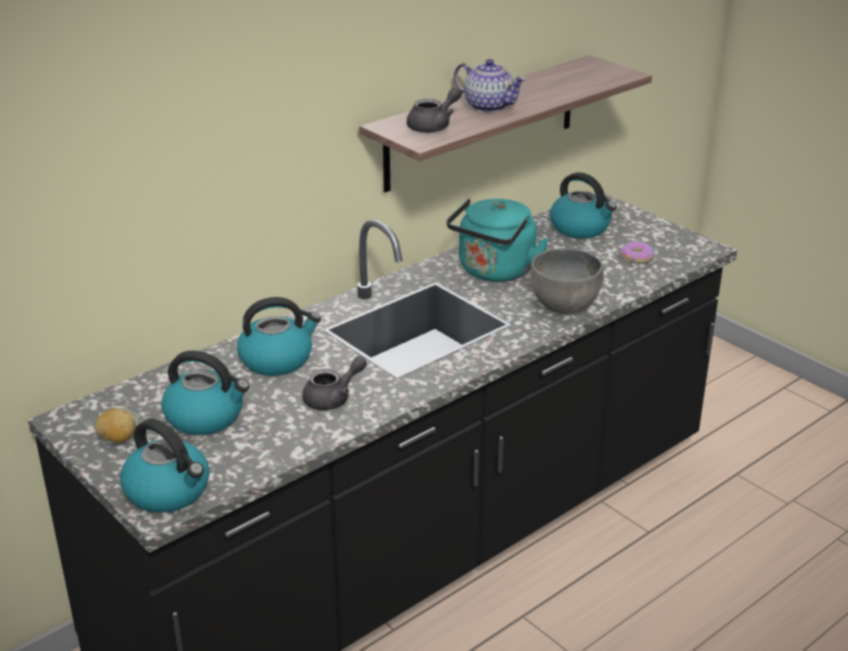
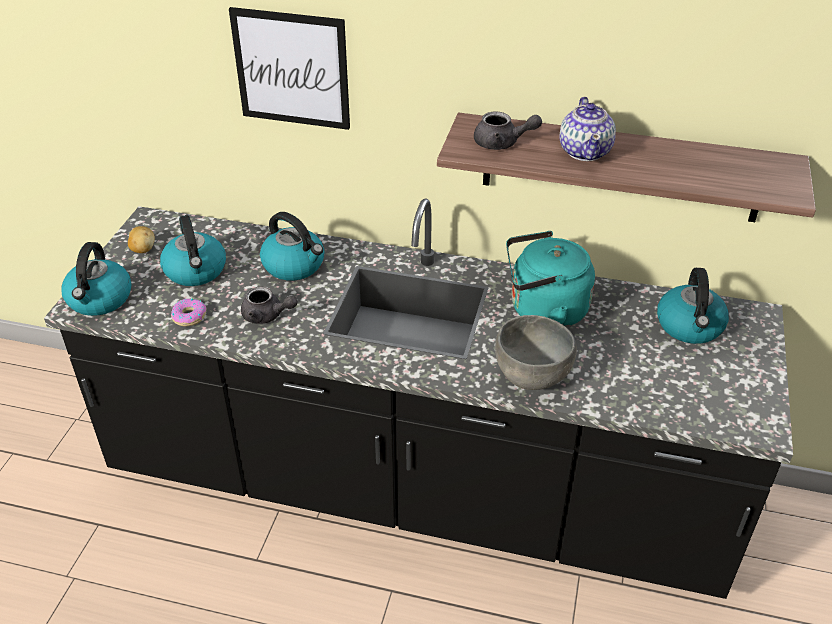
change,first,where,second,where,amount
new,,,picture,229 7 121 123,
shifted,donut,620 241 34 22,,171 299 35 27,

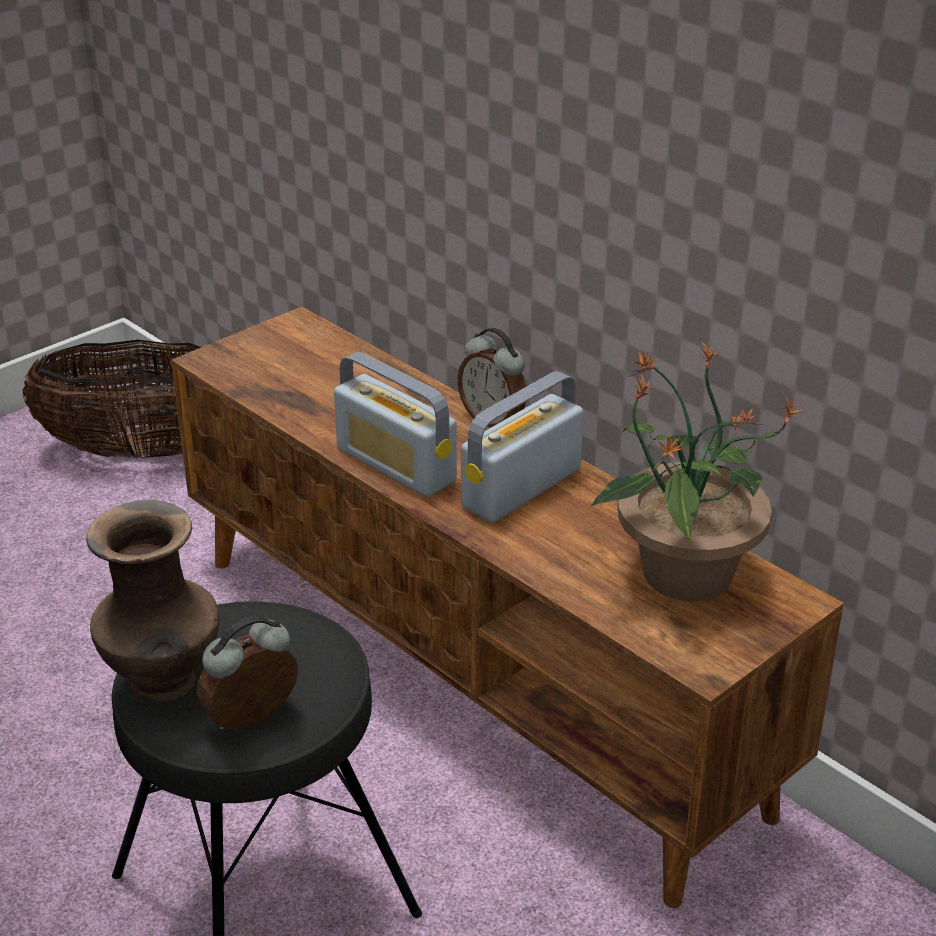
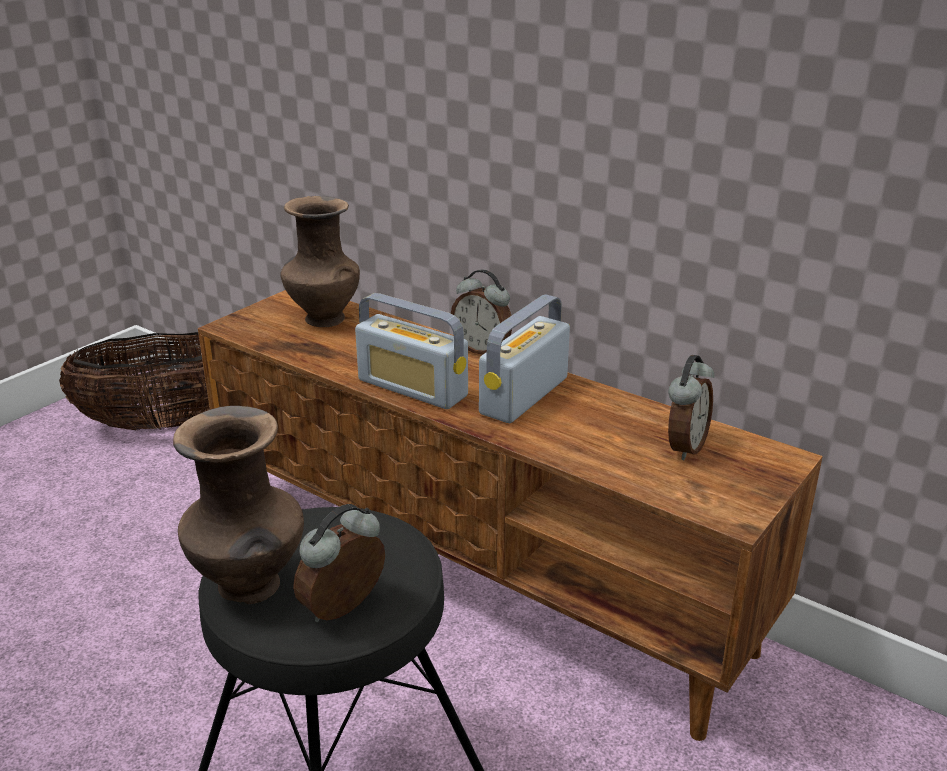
change,first,where,second,where,amount
new,,,brown vase,281 196 79 131,
swapped,potted plant,590 342 213 259,alarm clock,668 355 47 105,

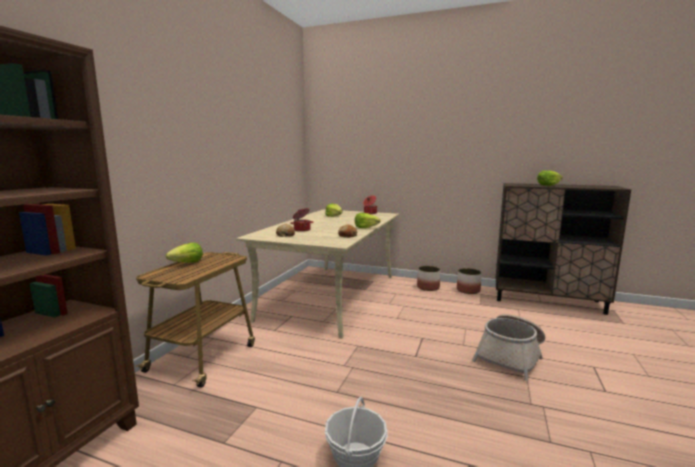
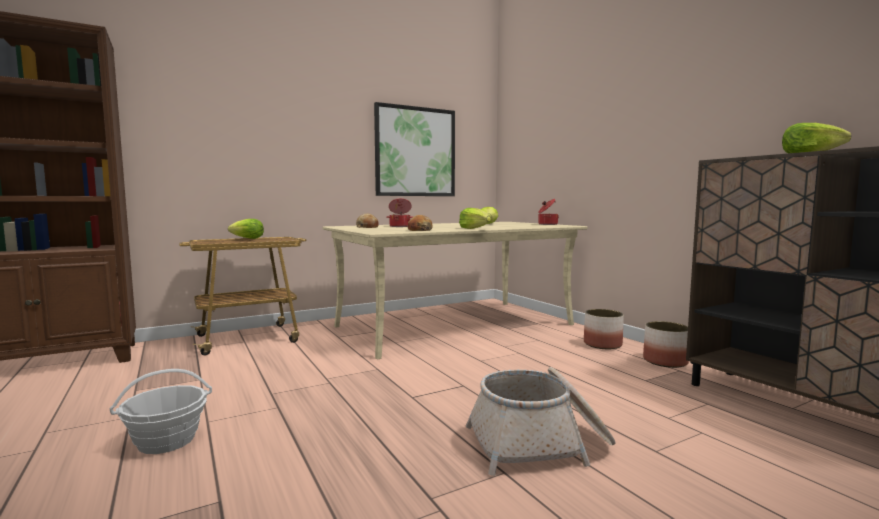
change,first,where,second,where,amount
new,,,picture,374 102 81 94,

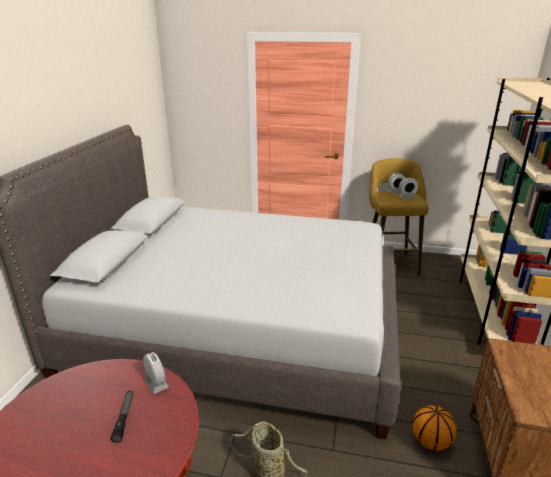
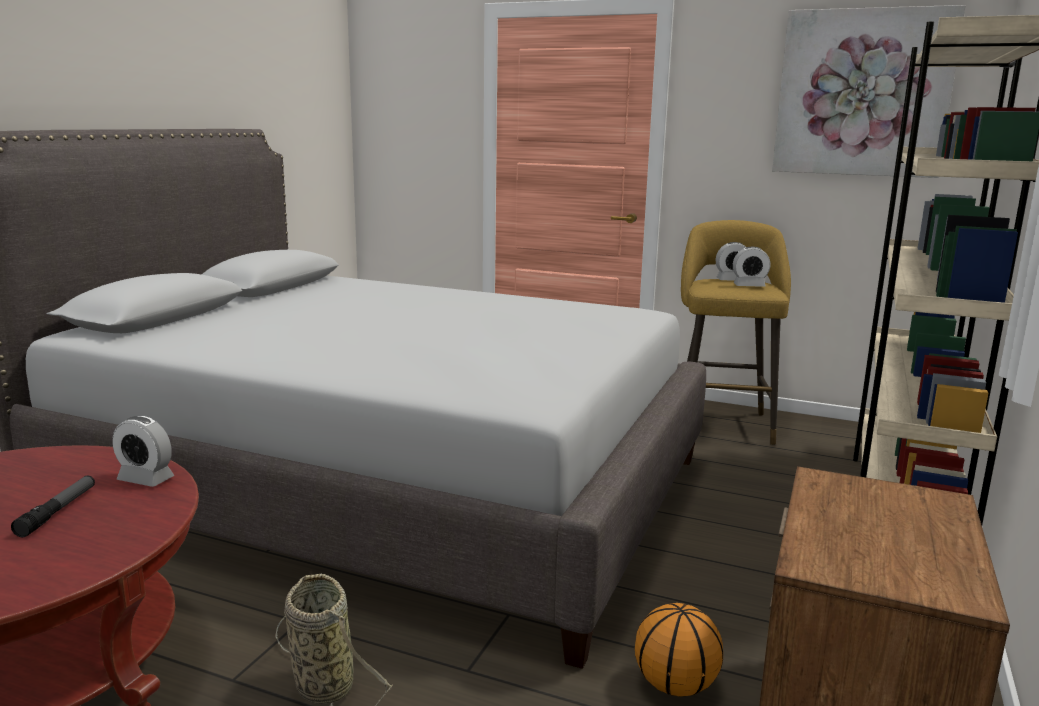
change,first,where,second,where,amount
new,,,picture,772 5 194 173,
rotated,alarm clock,143 352 26 42,,113 416 61 71,135 degrees clockwise

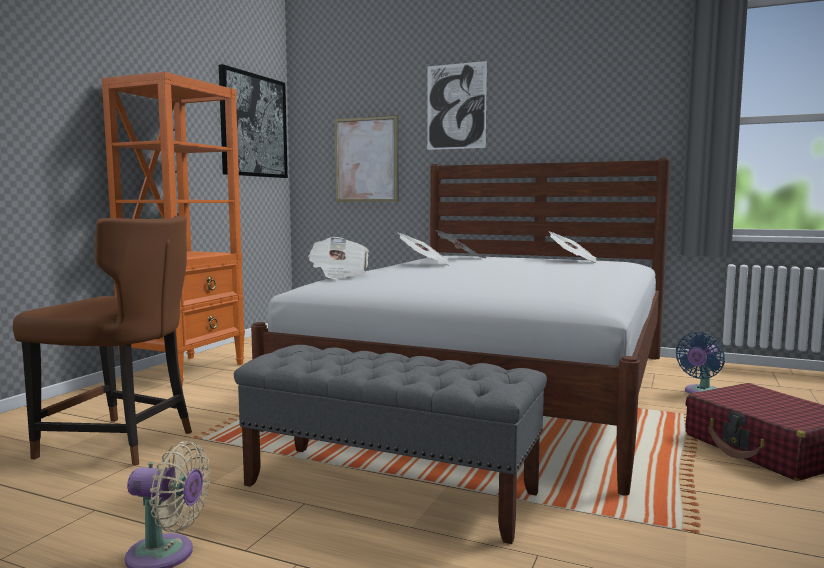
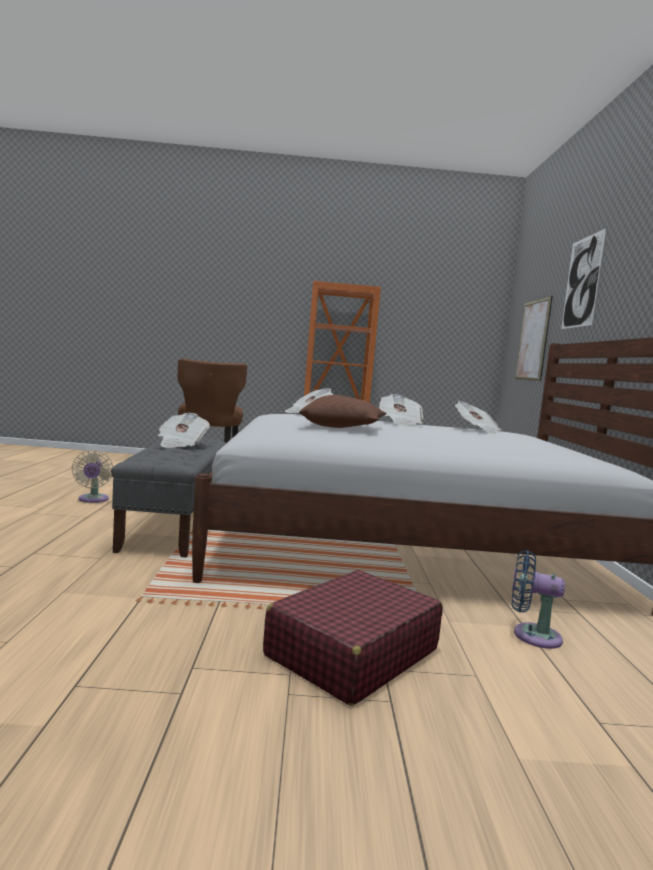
change,first,where,second,where,amount
gone,picture,219 64 69 114,,,
new,,,brown pillow,299 395 88 33,
shifted,newspaper,548 231 49 32,,158 413 52 35,

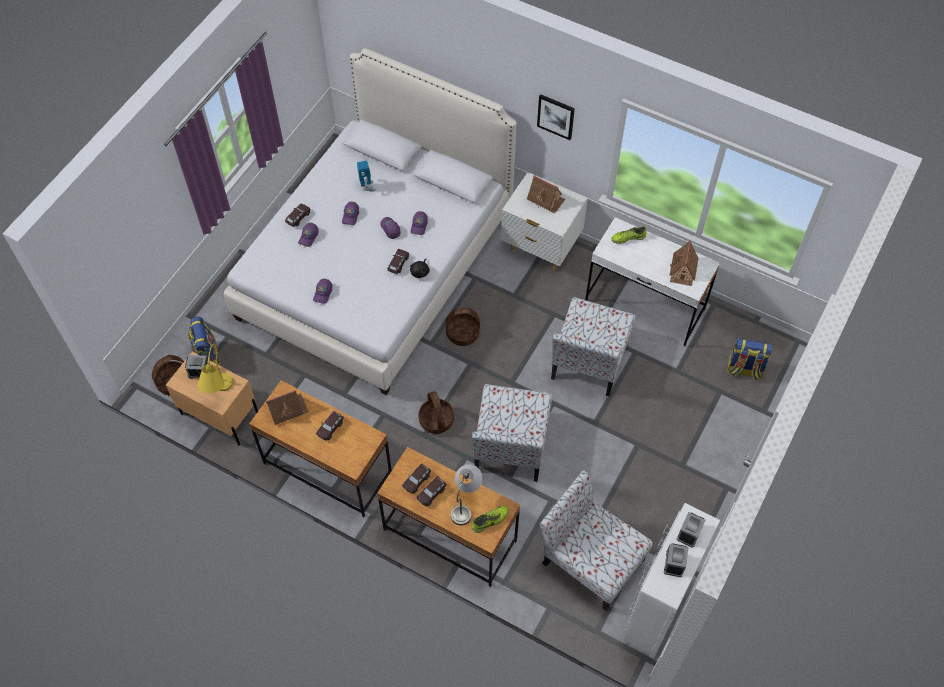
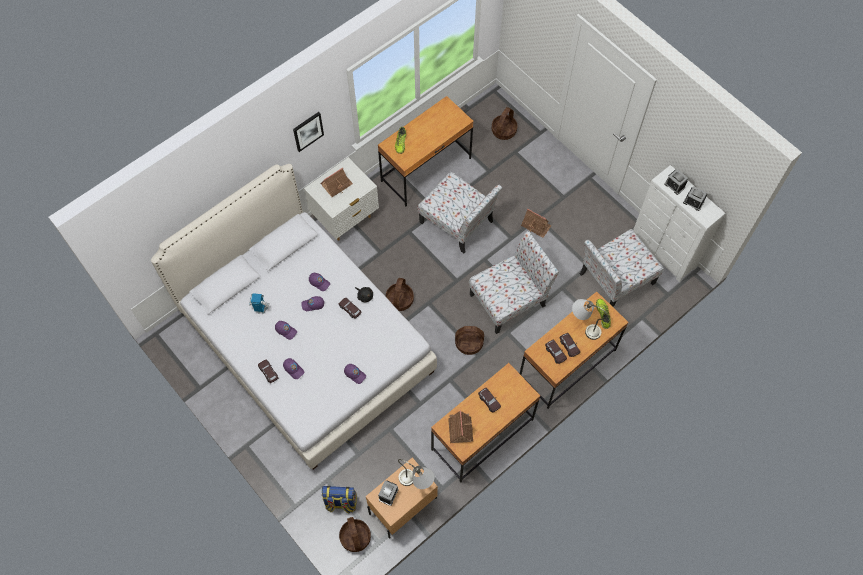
change,first,where,second,where,amount
shifted,toy house,669 240 29 46,,521 208 30 30,
swapped,backpack,727 338 46 43,basket,492 107 25 33,
repainted,yellow table lamp,197 344 36 49,grey table lamp,398 459 36 30,
repainted,white desk,585 217 135 129,brown desk,378 96 96 110,
rotated,chair,472 384 80 98,,469 231 90 103,60 degrees counterclockwise

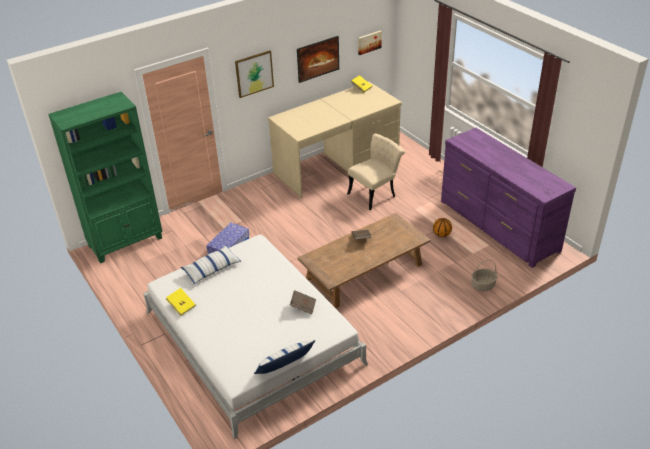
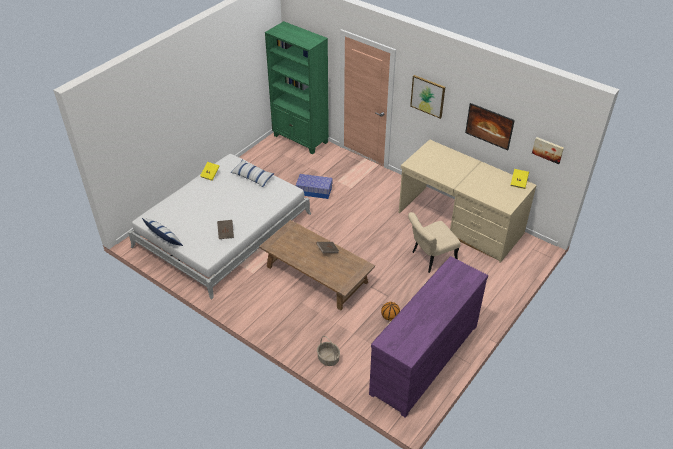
change,first,where,second,where,amount
rotated,beige chair,347 133 58 77,,408 212 52 61,120 degrees clockwise

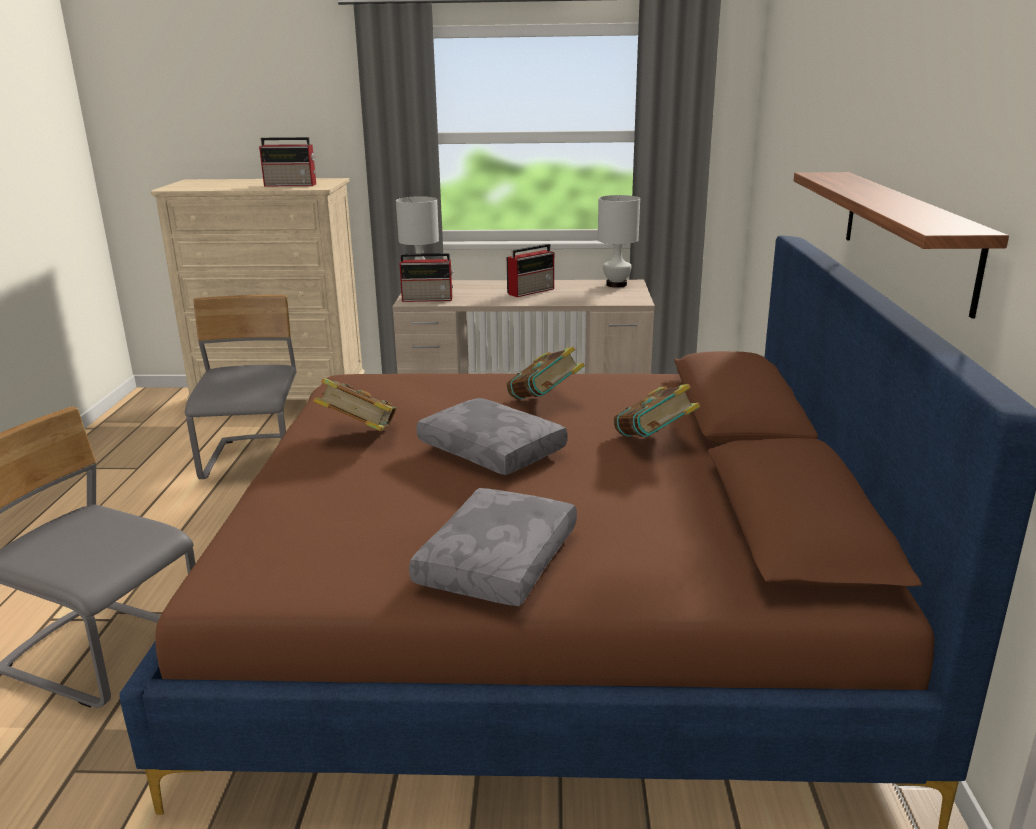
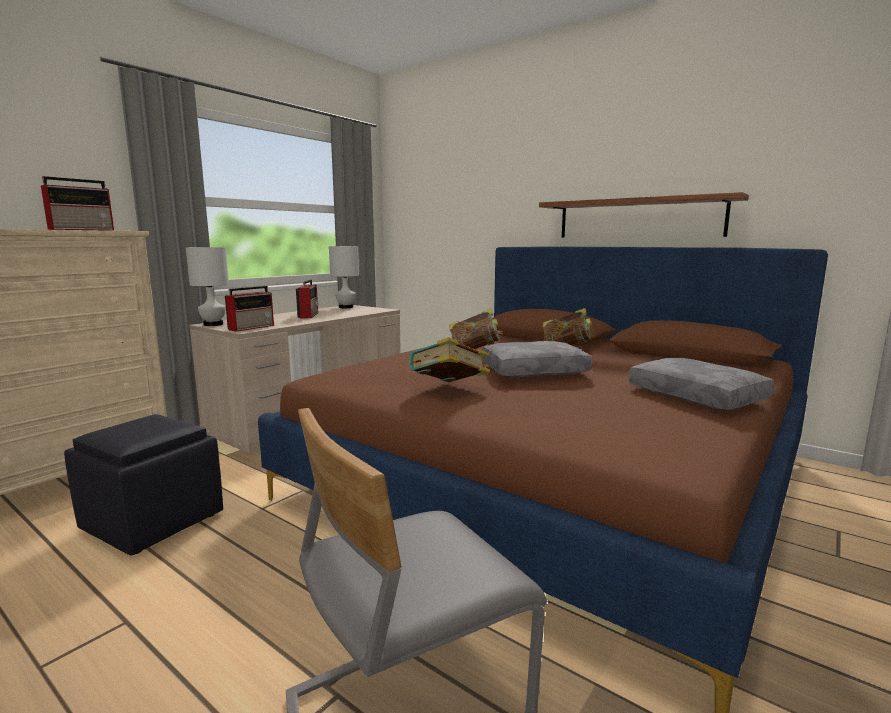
change,first,where,second,where,amount
swapped,grey chair,185 295 111 184,black ottoman,64 414 159 142,

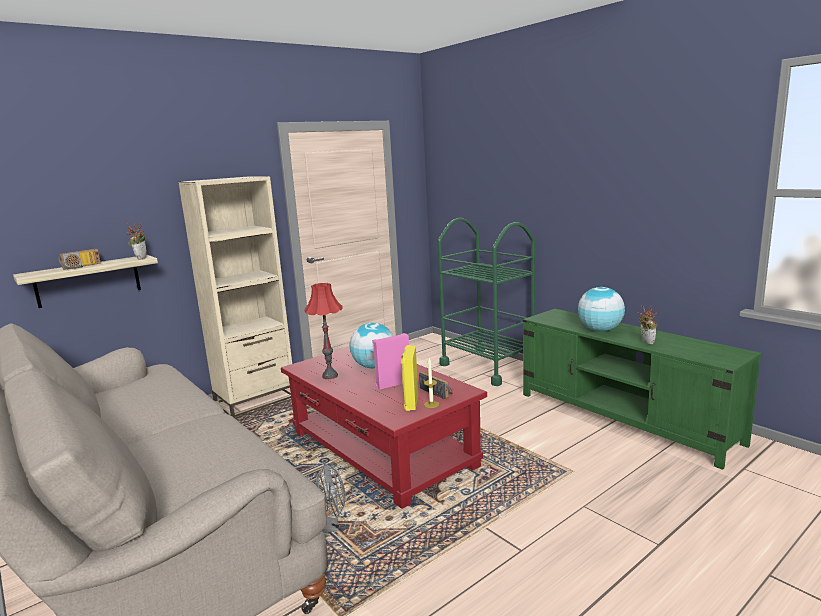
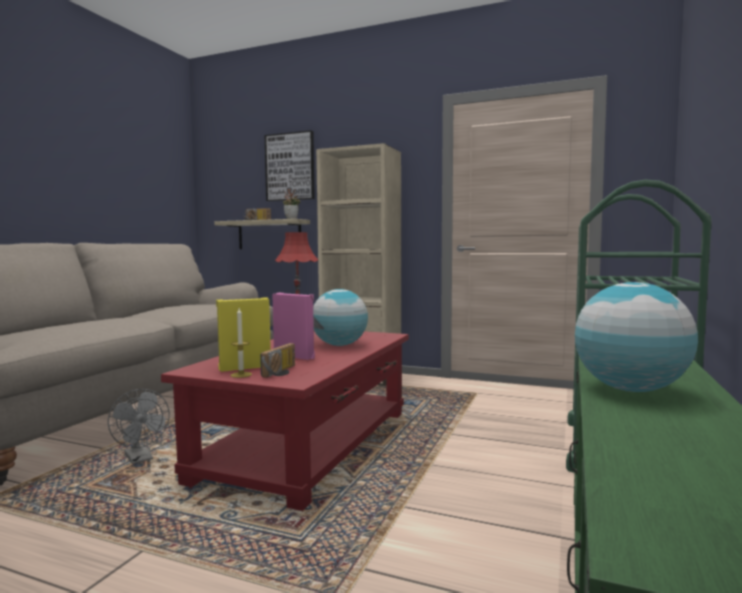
change,first,where,second,where,amount
gone,potted plant,637 306 21 39,,,
new,,,picture,265 130 50 71,

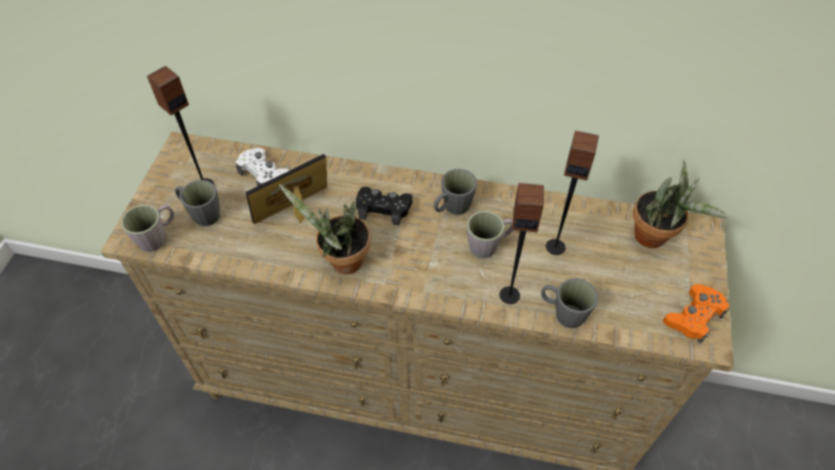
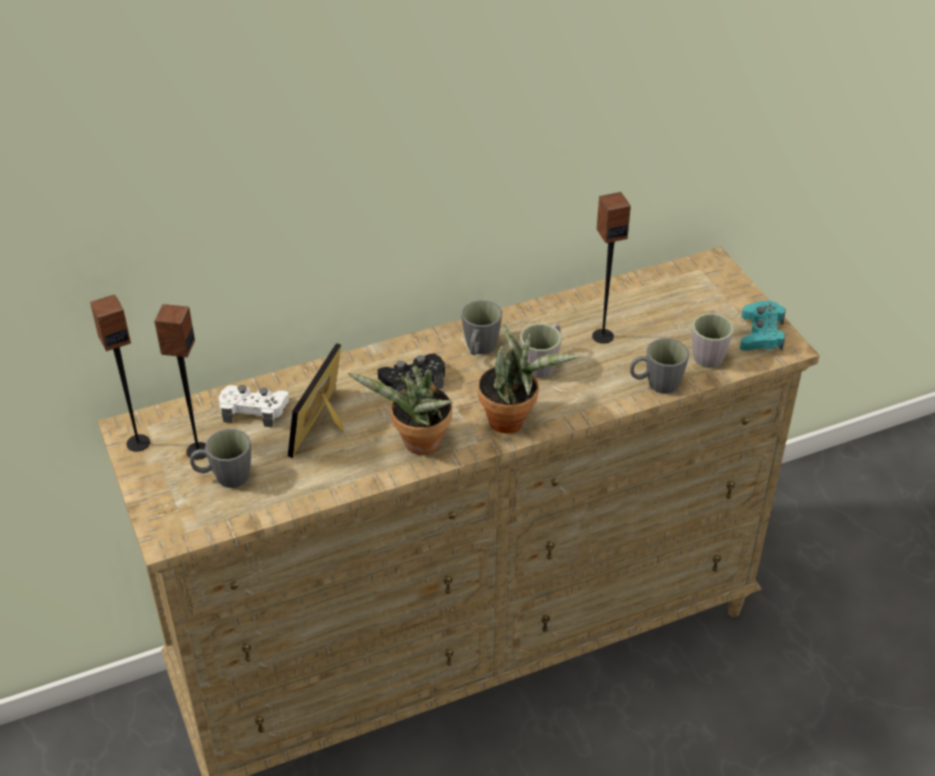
change,first,where,second,where,amount
shifted,grey mug,121 204 53 48,,692 310 42 58,
shifted,speaker,500 183 44 121,,90 294 60 158,
shifted,potted plant,633 161 96 87,,478 324 100 109,
repainted,orange game controller,663 284 67 60,turquoise game controller,740 301 45 50,

